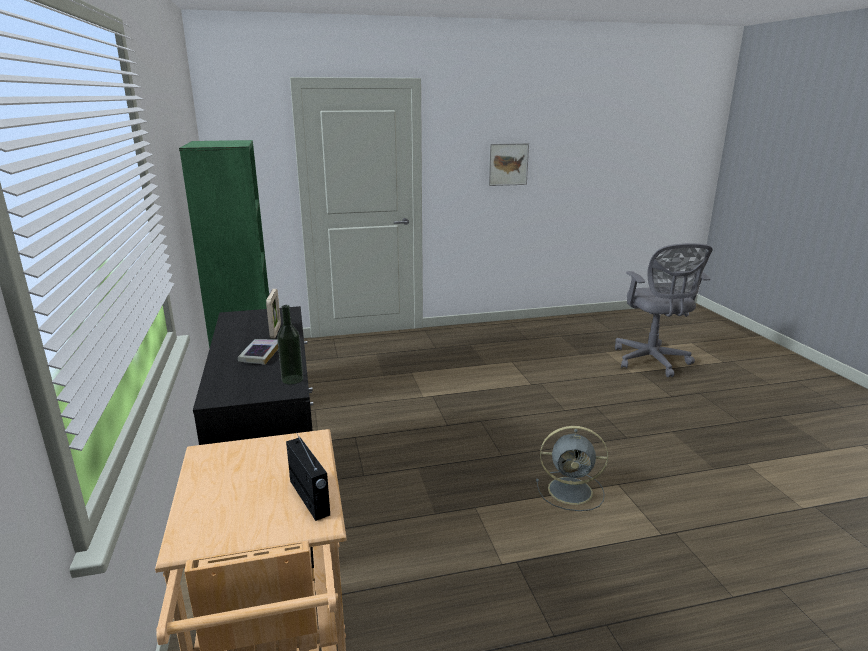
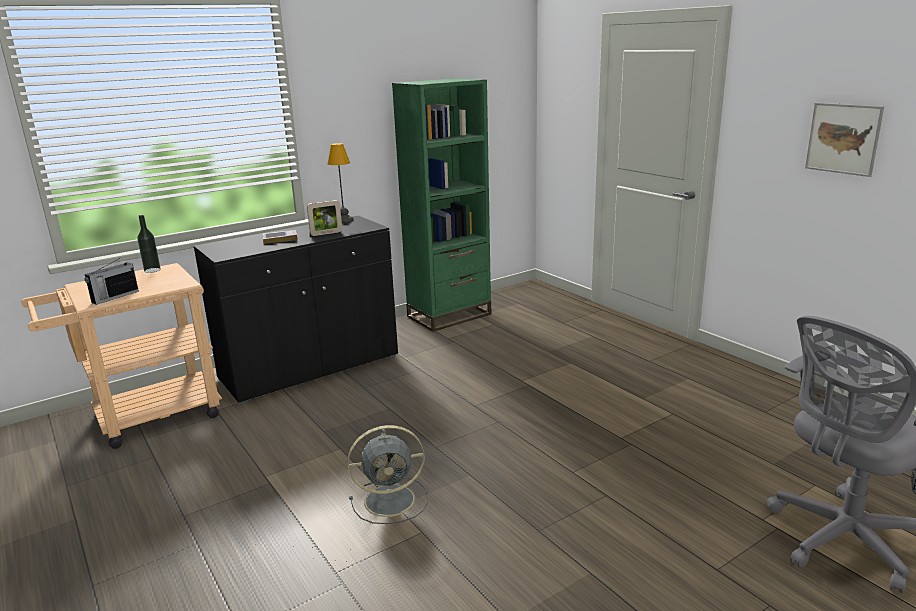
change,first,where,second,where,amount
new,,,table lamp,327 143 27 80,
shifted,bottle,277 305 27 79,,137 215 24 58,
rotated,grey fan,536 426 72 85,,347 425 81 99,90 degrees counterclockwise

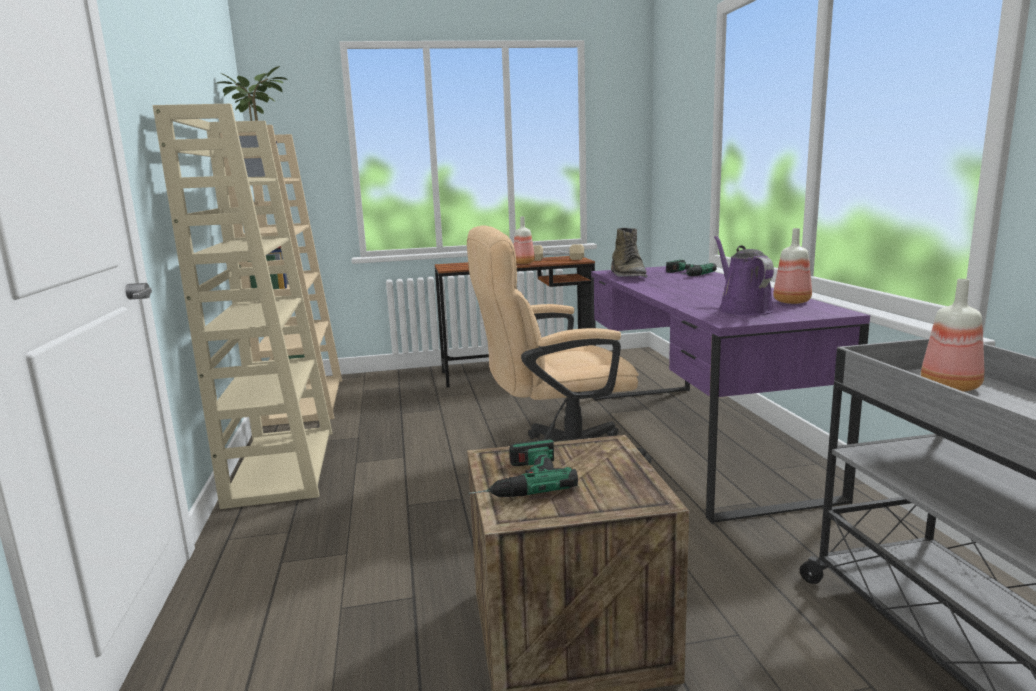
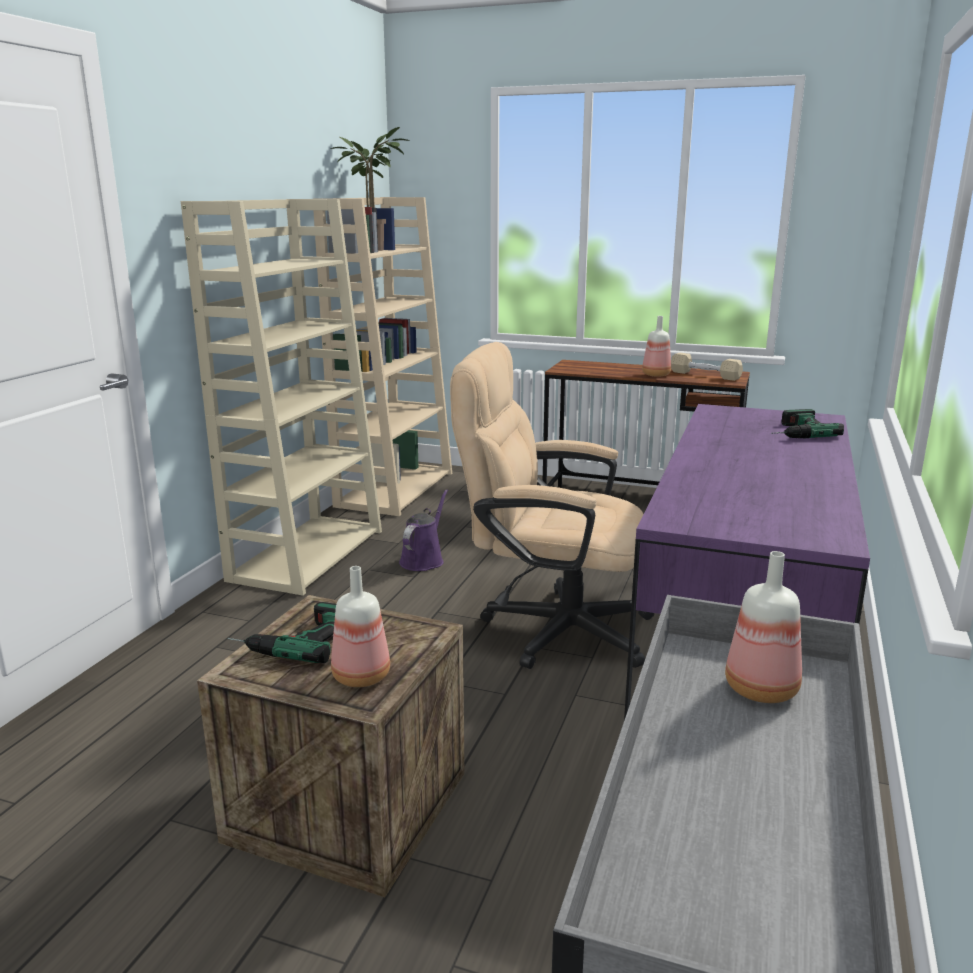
change,first,where,second,where,amount
gone,green boot,611 228 36 50,,,
shifted,purple watering can,714 236 60 79,,399 489 49 82,
shifted,bottle,773 228 39 76,,331 566 59 121,

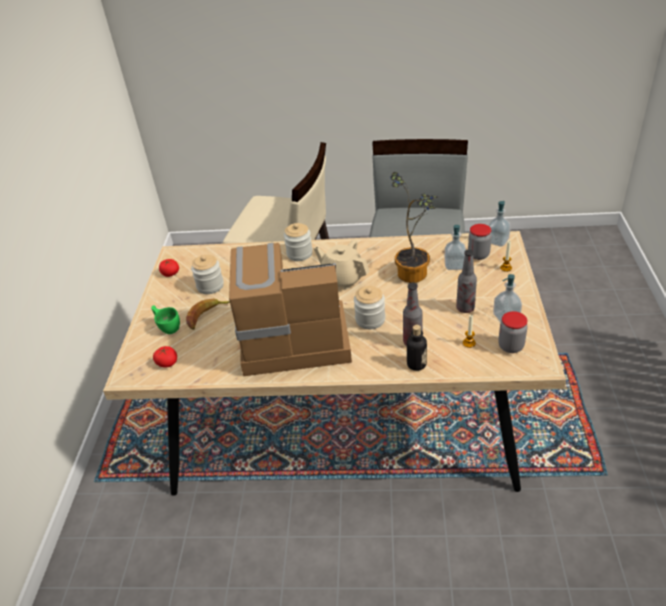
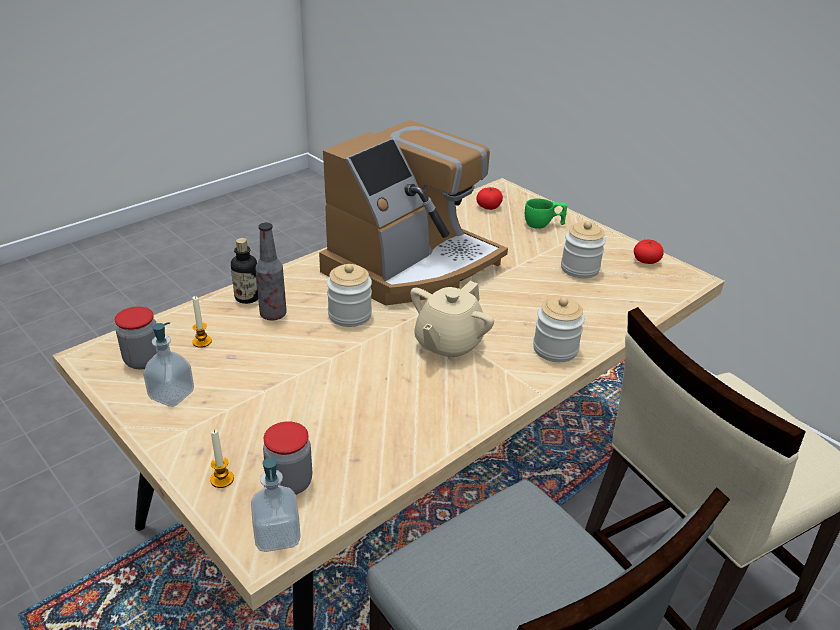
change,first,where,second,where,amount
gone,banana,186 299 44 31,,,
gone,potted plant,390 172 48 111,,,
gone,soap dispenser,444 225 22 45,,,
gone,bottle,456 249 21 64,,,
rotated,beige teapot,314 240 56 50,,410 281 84 80,135 degrees clockwise

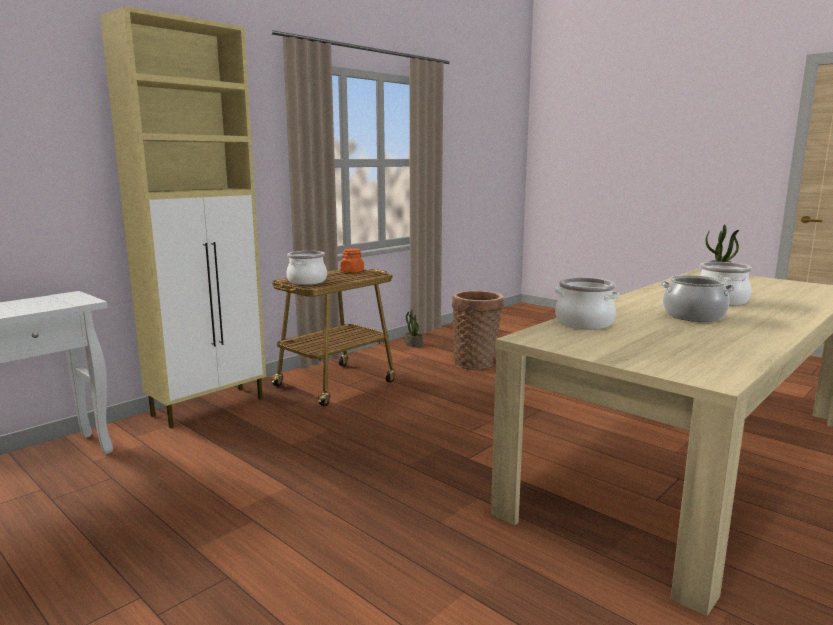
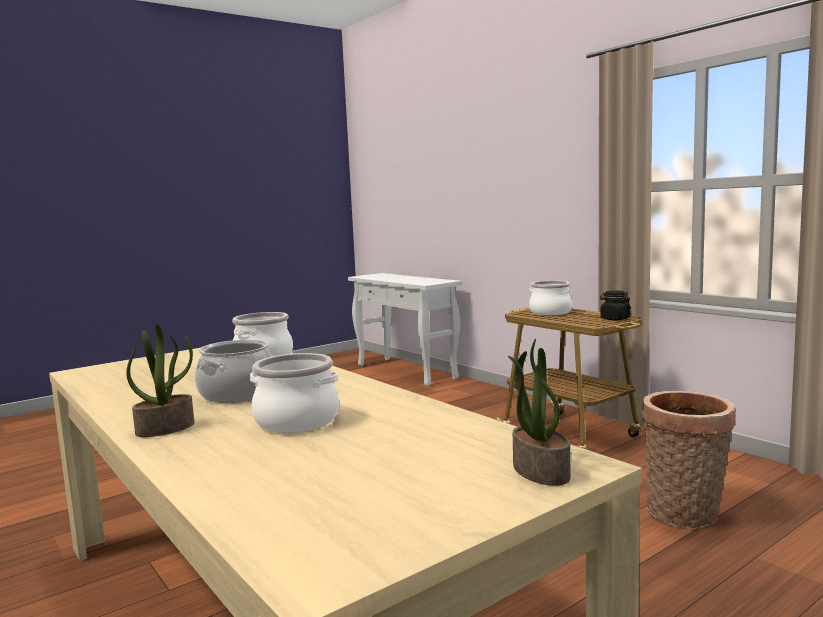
change,first,where,second,where,amount
gone,beige cabinet,100 6 166 422,,,
shifted,potted plant,405 308 18 39,,126 324 68 113,
repainted,orange jar,340 248 24 25,black jar,600 290 31 30,

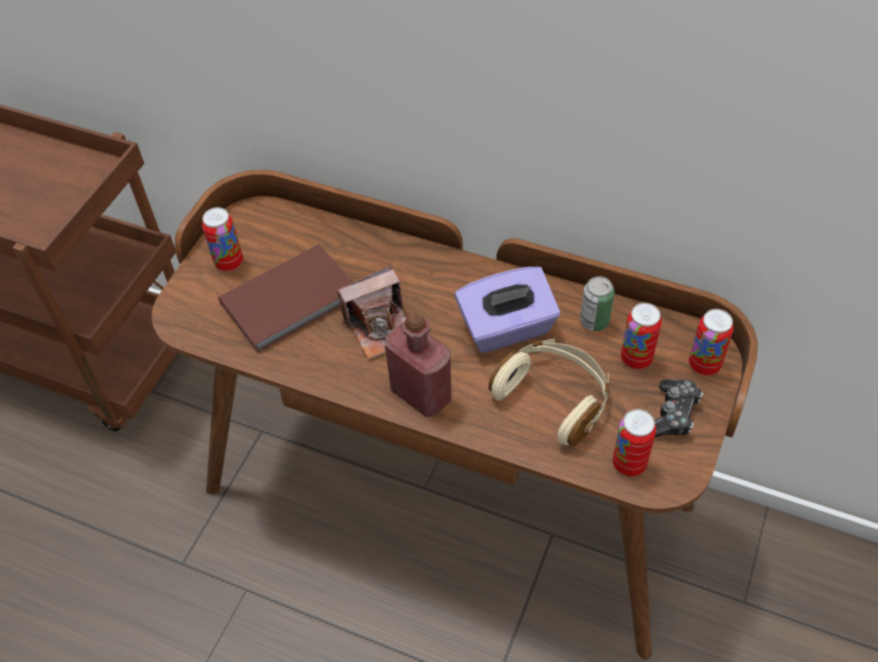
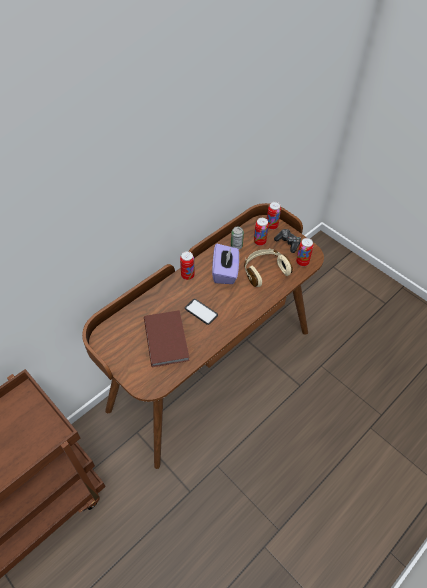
change,first,where,second,where,amount
gone,red bottle,385 312 67 105,,,
shifted,can,202 207 41 65,,180 251 15 29,
swapped,photo camera,337 266 69 94,phone,185 299 33 26,

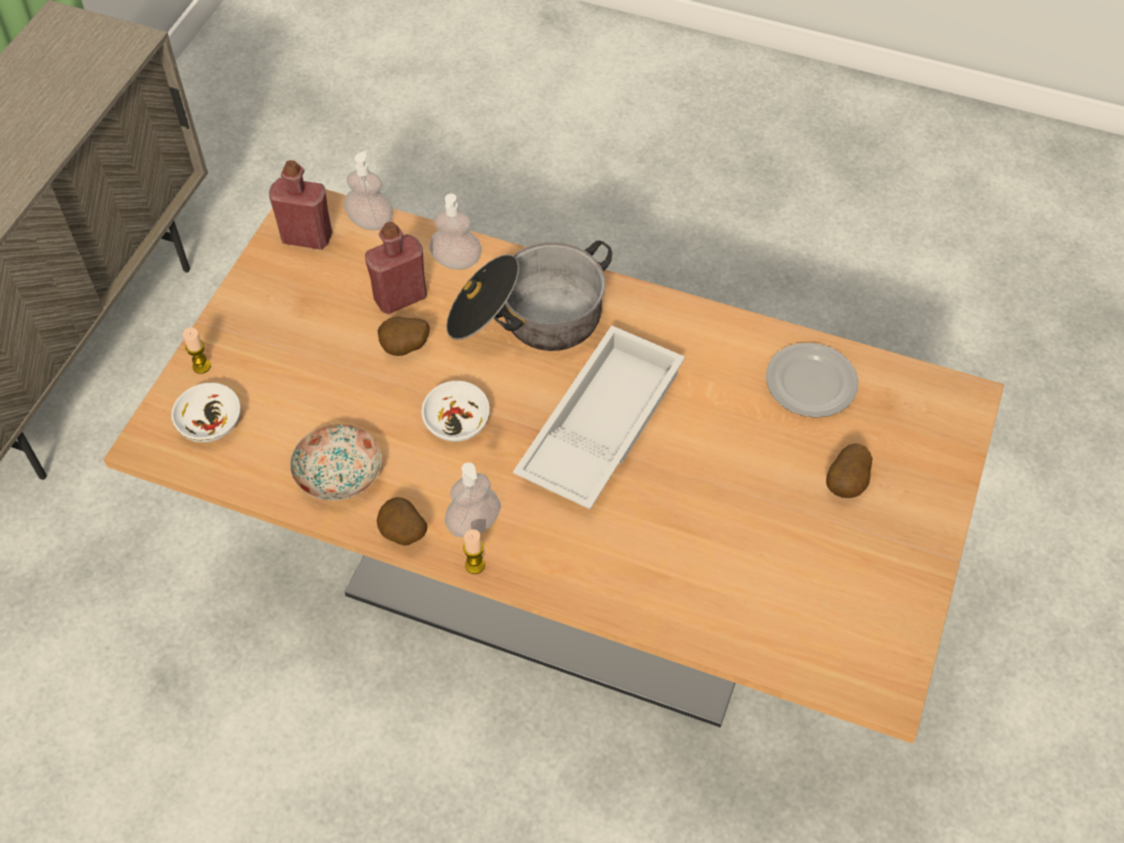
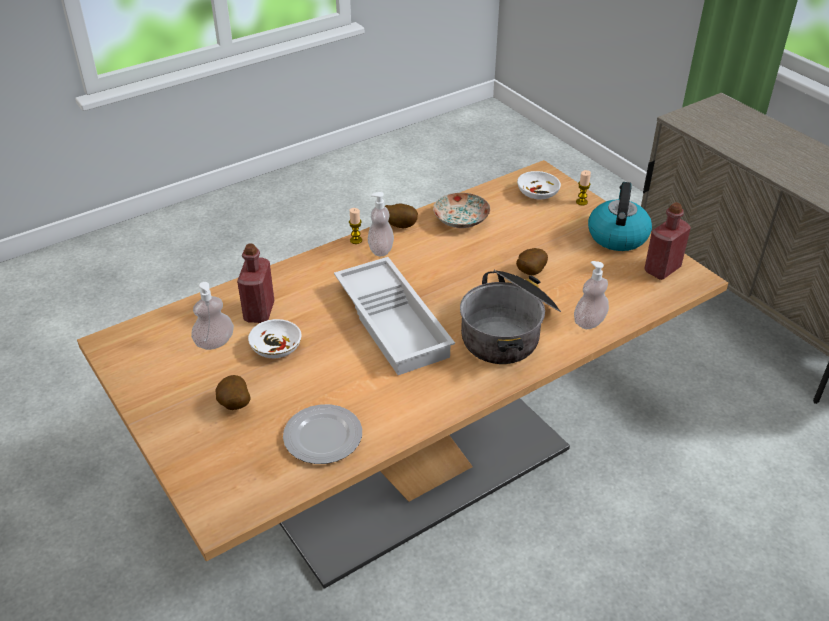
change,first,where,second,where,amount
new,,,kettle,588 182 64 69,
shifted,soap dispenser,344 151 50 79,,191 282 43 68,
shifted,red bottle,365 222 61 92,,237 243 38 80,
shifted,white bowl,421 381 69 61,,248 319 53 39,

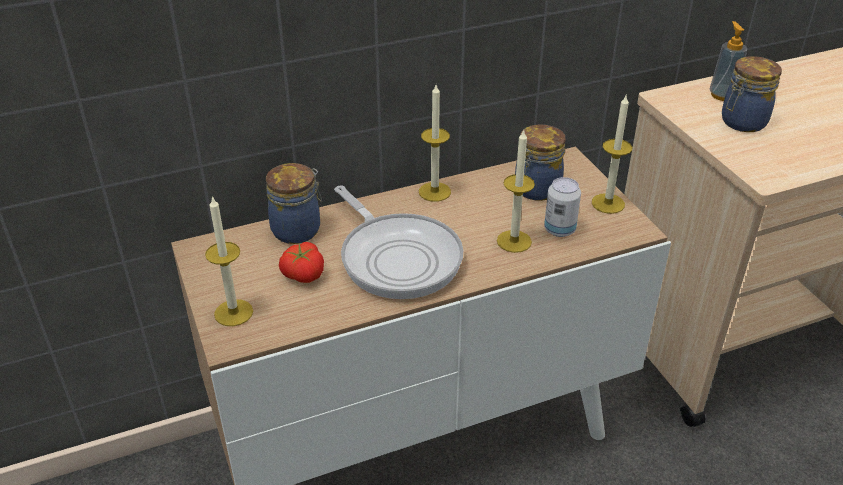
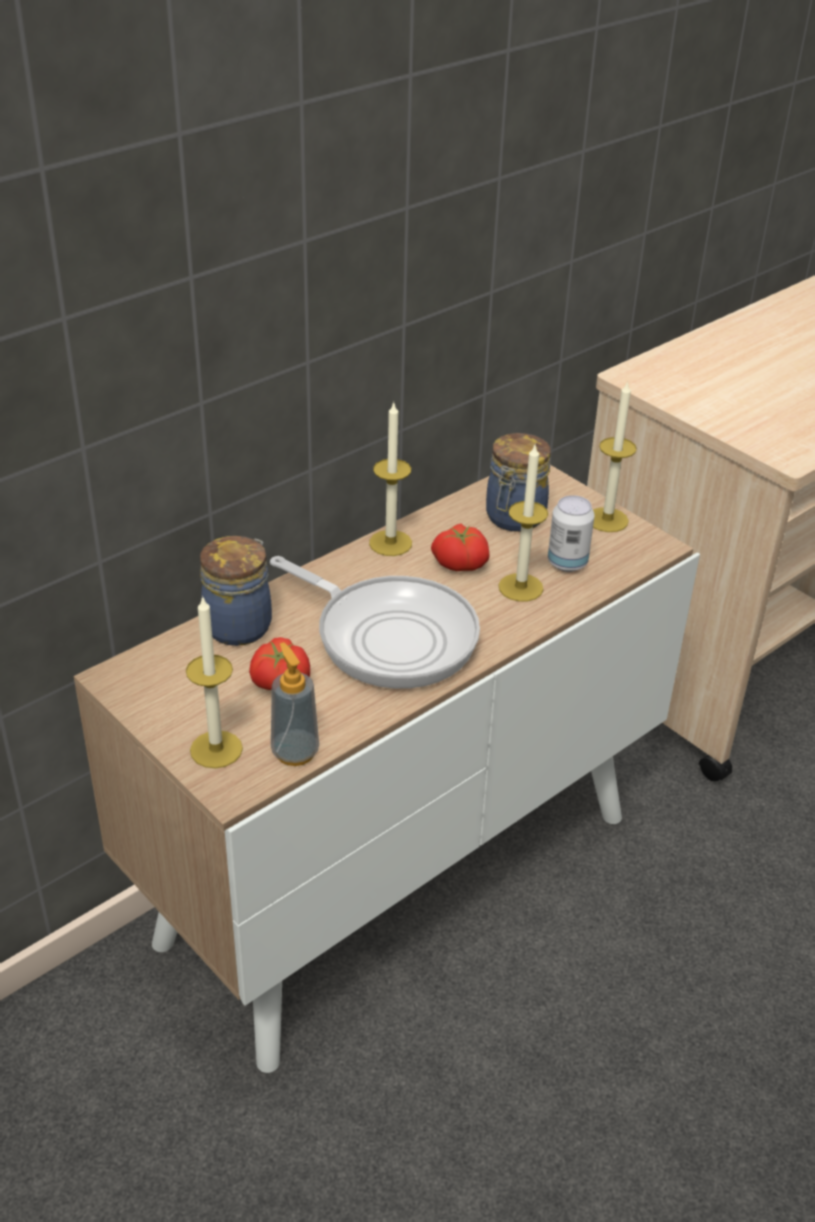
change,first,where,second,where,amount
gone,jar,722 56 60 76,,,
new,,,tomato,431 524 59 47,
shifted,soap dispenser,710 21 37 80,,271 642 48 124,

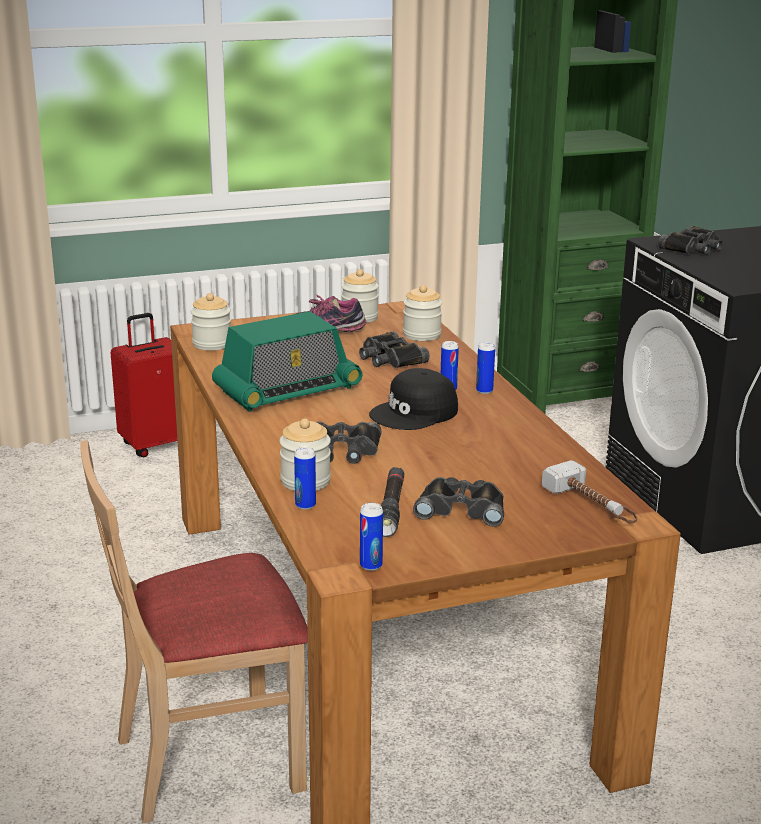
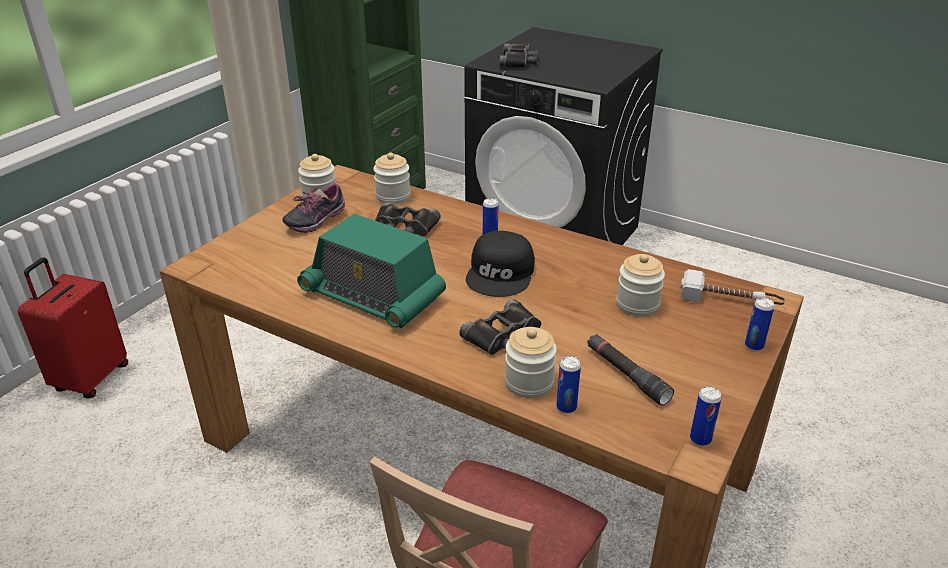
change,first,where,second,where,amount
gone,black binoculars,413 477 91 50,,,
shifted,jar,191 293 40 58,,616 254 49 63,
shifted,can,476 342 19 52,,745 297 29 54,
rotated,radio,212 311 150 101,,297 214 149 114,105 degrees clockwise

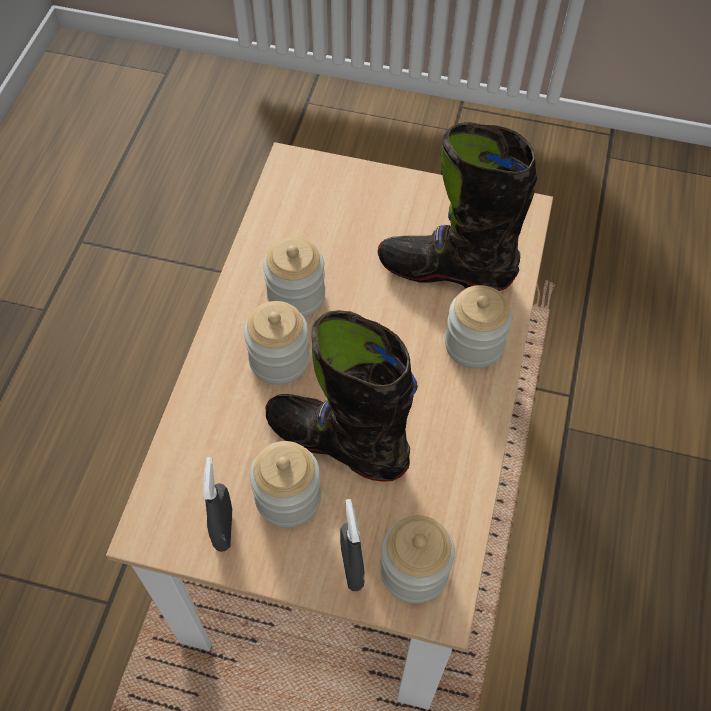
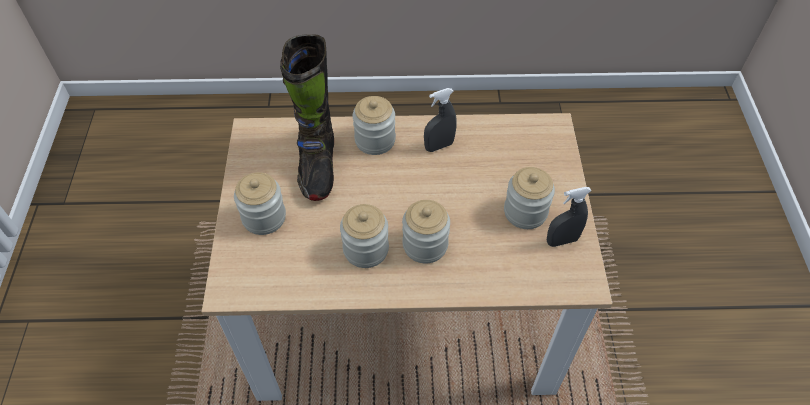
change,first,where,second,where,amount
gone,black boot,265 310 153 172,,,
shifted,grey spray bottle,340 499 25 92,,424 88 33 64,
shifted,jar,380 515 75 89,,234 172 52 63,

